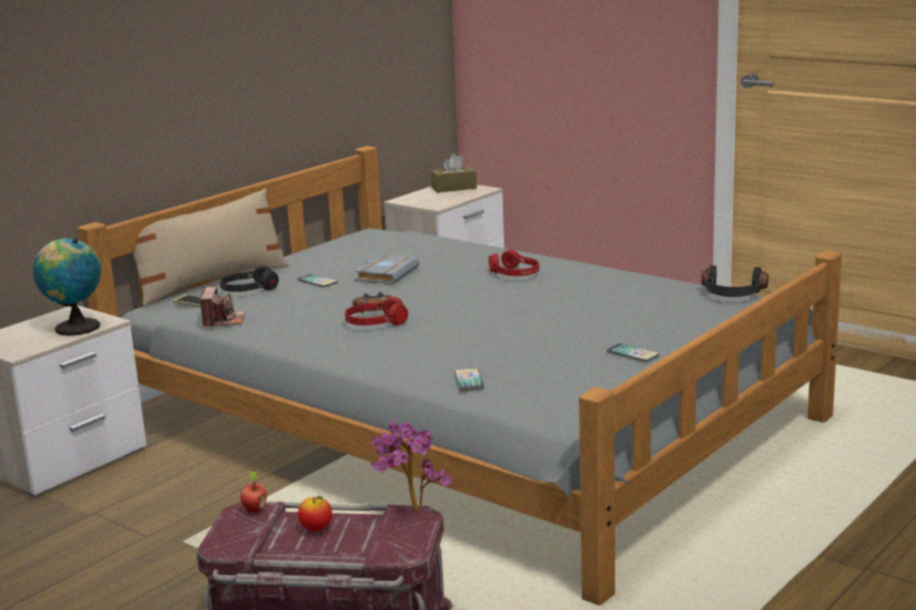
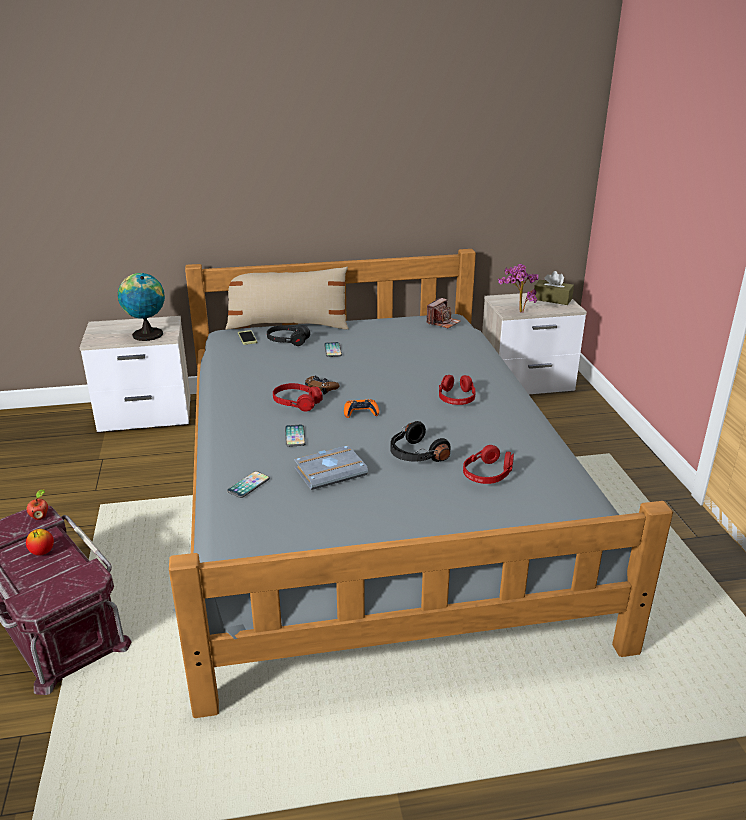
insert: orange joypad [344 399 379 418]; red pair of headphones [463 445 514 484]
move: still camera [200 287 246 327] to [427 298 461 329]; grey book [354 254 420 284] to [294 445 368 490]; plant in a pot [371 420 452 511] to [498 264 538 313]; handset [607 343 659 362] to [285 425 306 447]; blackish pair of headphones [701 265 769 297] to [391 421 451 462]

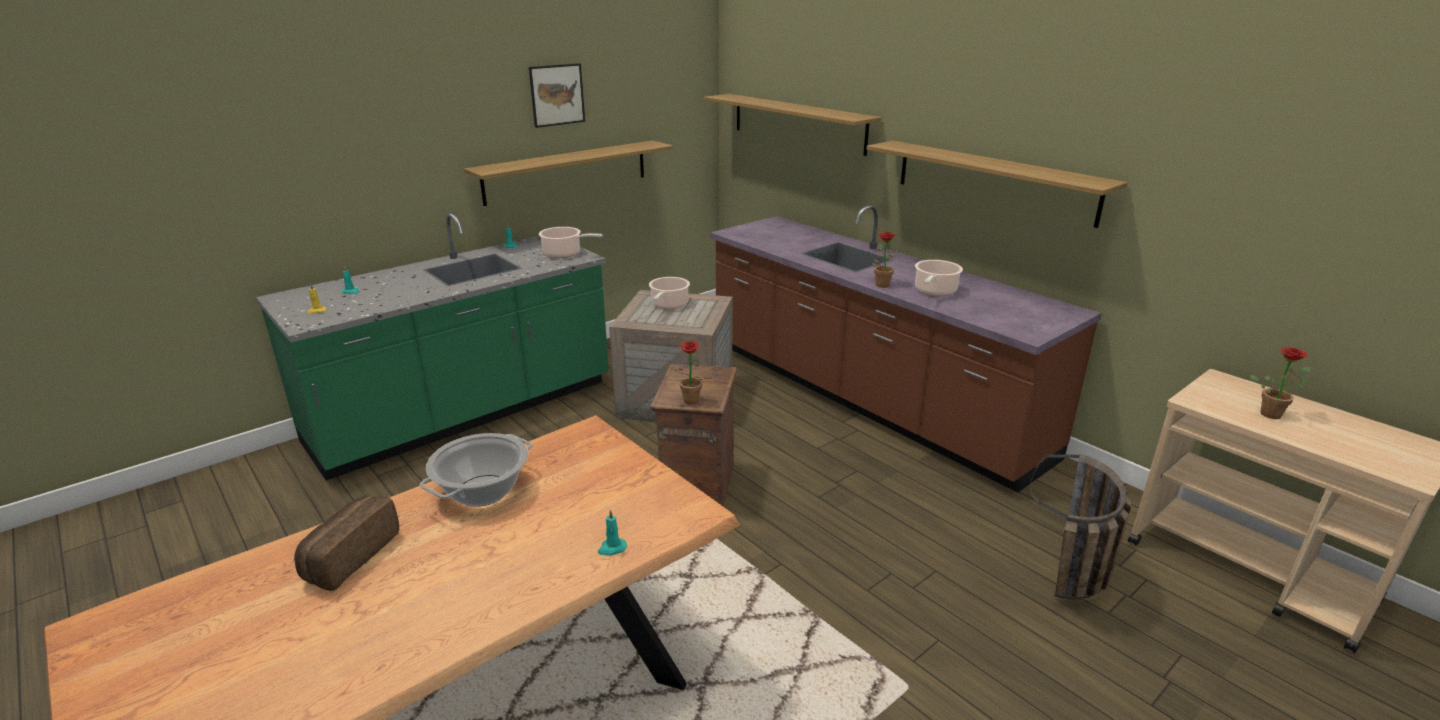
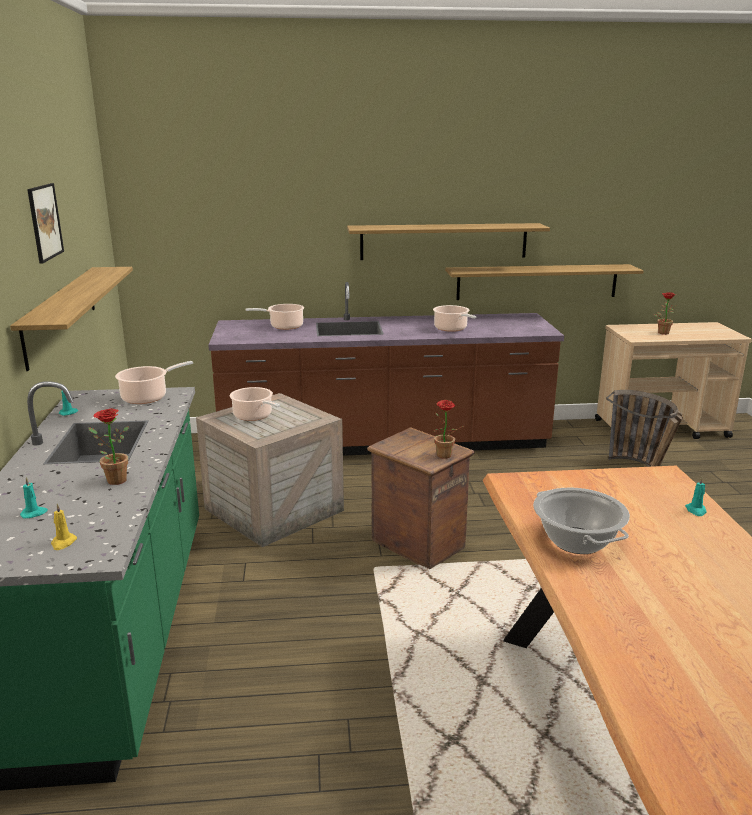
delete: baked bread [294 496 399 591]
insert: saucepot [245 304 304 330]
move: shelf [704 94 882 156] to [445 264 644 300]; plant in a pot [872 232 899 288] to [88 408 129 485]

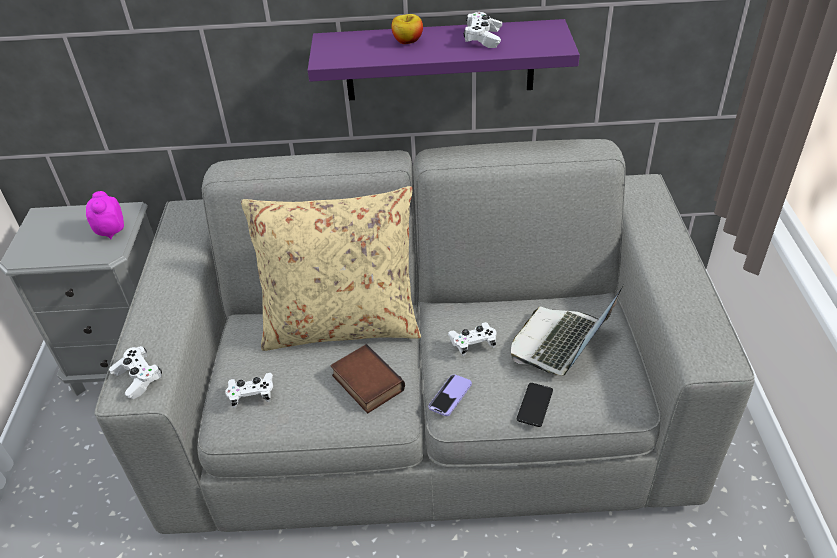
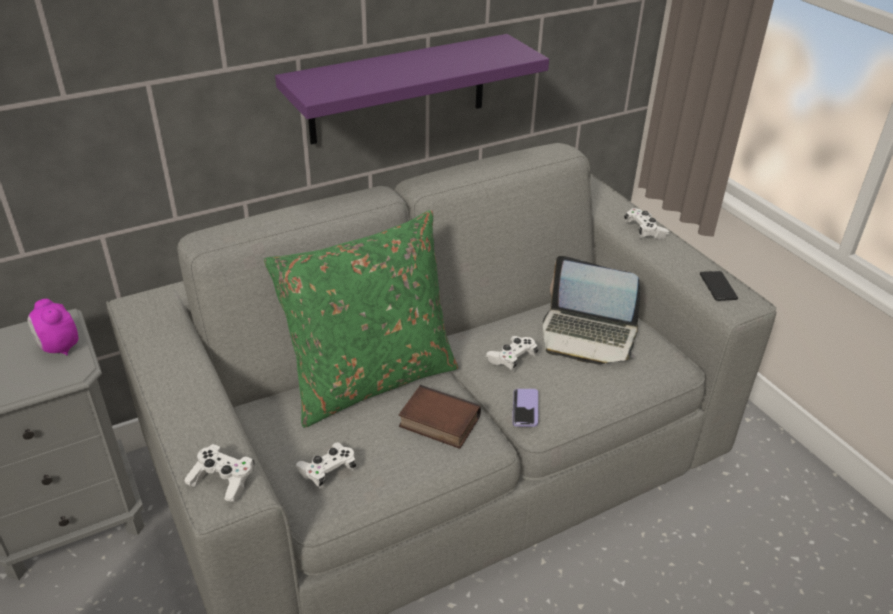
delete: whole apple [391 14 423 44]
move: white joypad [463 12 502 48] to [624 208 669 239]; handset [517 383 553 427] to [700 271 738 301]
recolor: beige-coloured pillow [241 186 421 351] to greenish pillow [264 210 458 428]
rotate: notebook computer [511 285 624 376] = [543 256 640 364] 75 degrees counterclockwise

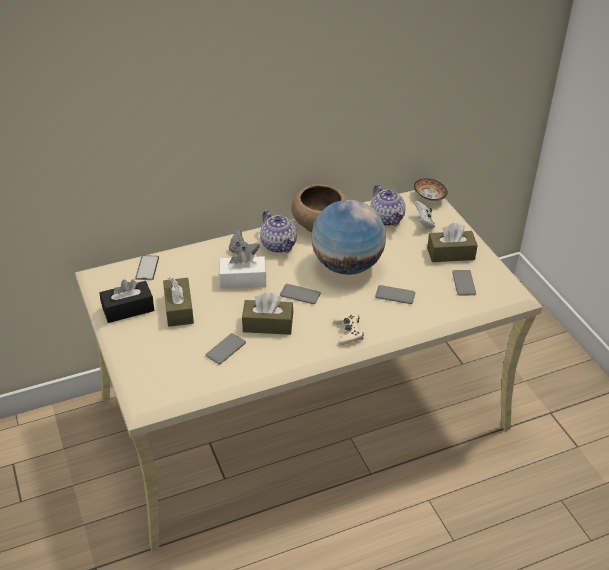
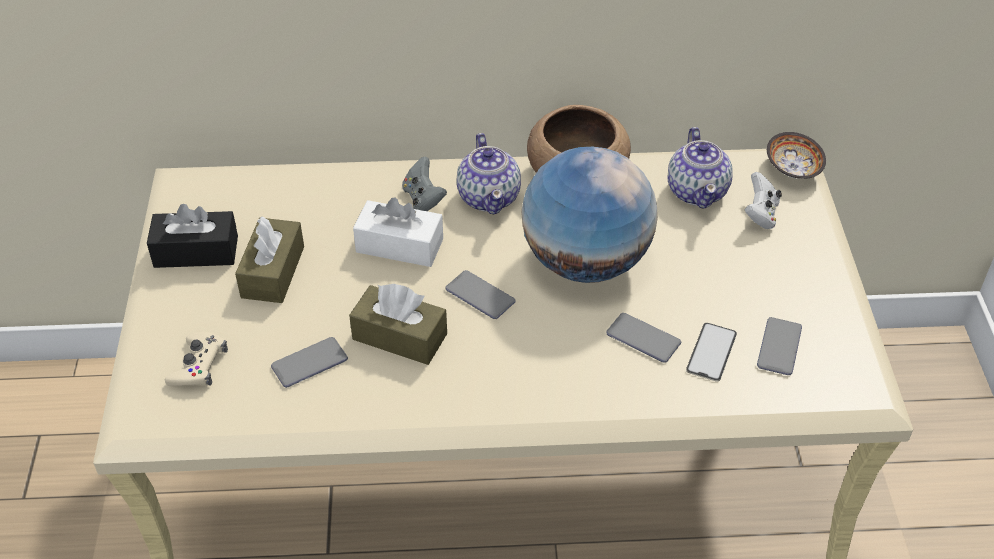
delete: brown tissue holder [427 223 478 262]
move: handset [135 255 159 280] to [686 323 737 381]; beige-coloured joypad [333 314 364 346] to [165 332 228 386]

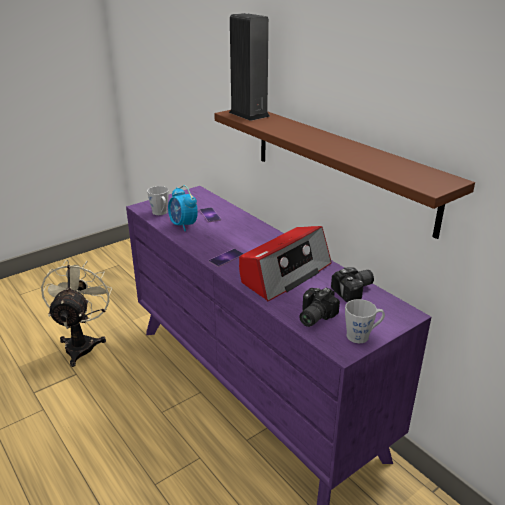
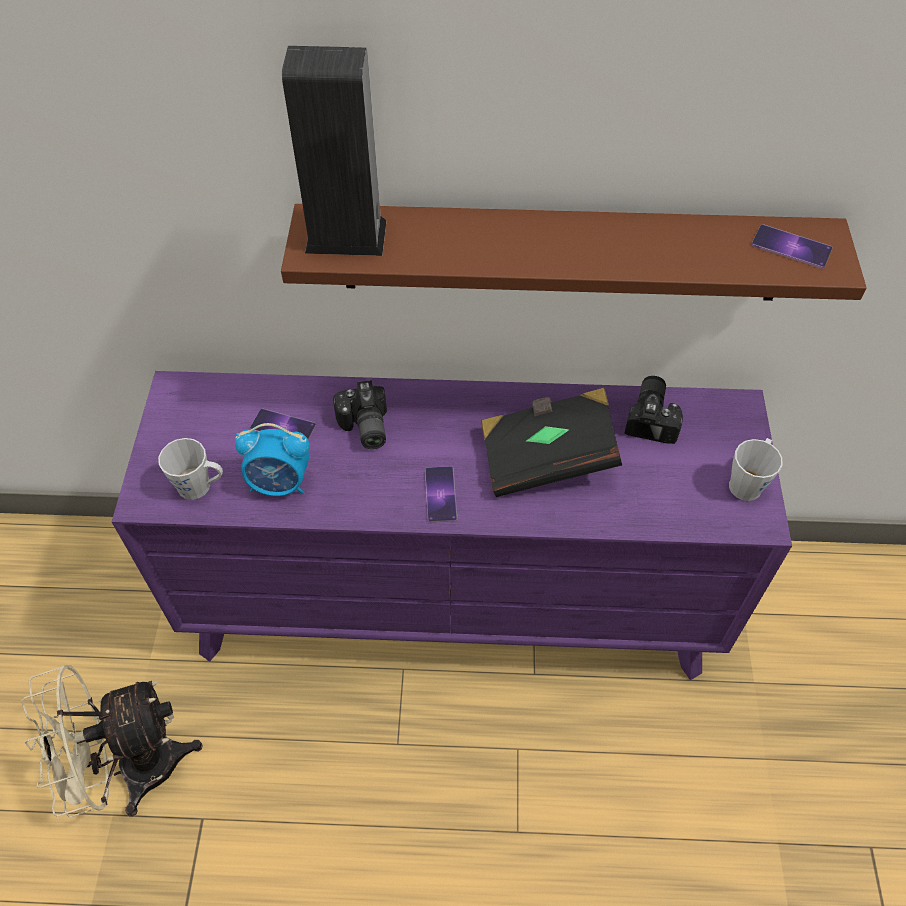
insert: handset [751 224 833 269]
move: still camera [299 287 340 327] to [333 380 387 449]
replace: radio set [239 226 332 301] to blackish book [481 388 622 497]
rotate: beige-coloured cooling fan [41 259 112 367] = [21 665 203 817] 60 degrees counterclockwise

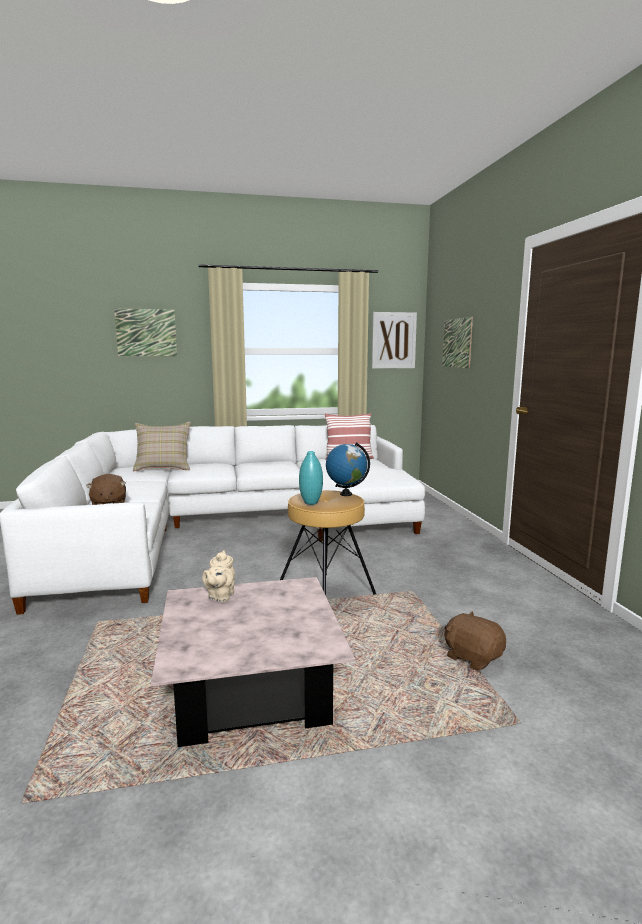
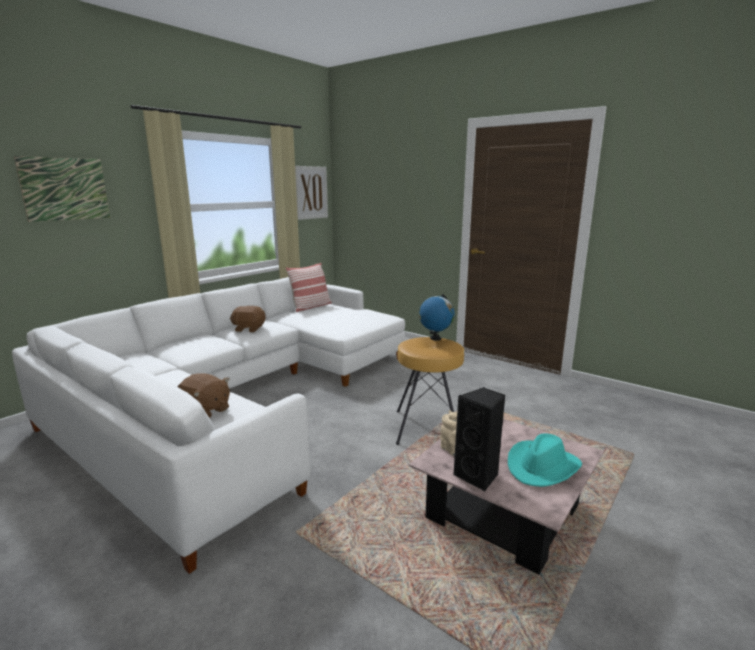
delete: beige-coloured pillow [133 422 191 471]; turquoise-coloured decorative vase [299 451 323 505]; picture [442 317 473 368]
insert: blackish audio speaker [453 387 505 492]; turquoise-coloured wearable hat [508 433 582 487]
move: brown soft toy [444 611 506 671] to [230 306 266 332]

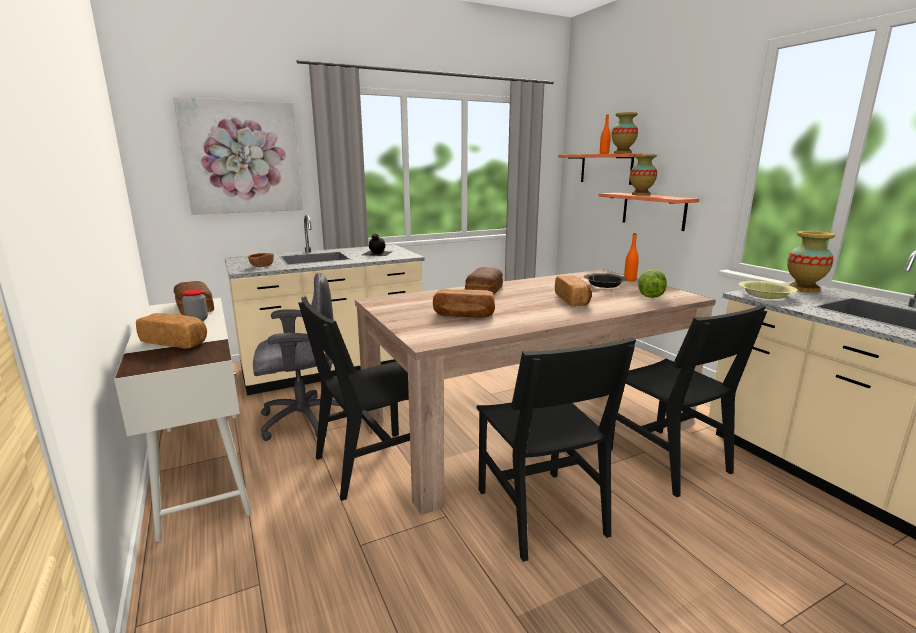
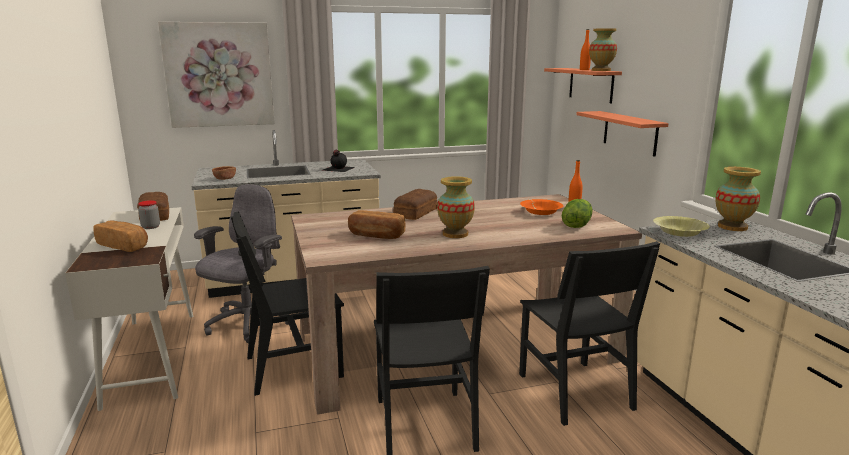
delete: baked bread [555 275 592 306]
move: decorative vase [630 155 657 196] to [437 176 475 238]
recolor: blackish serving bowl [584 273 627 288] to orange serving bowl [520 199 563 215]
rotate: grey computer chair [253 273 345 441] = [194 184 289 343] 60 degrees counterclockwise

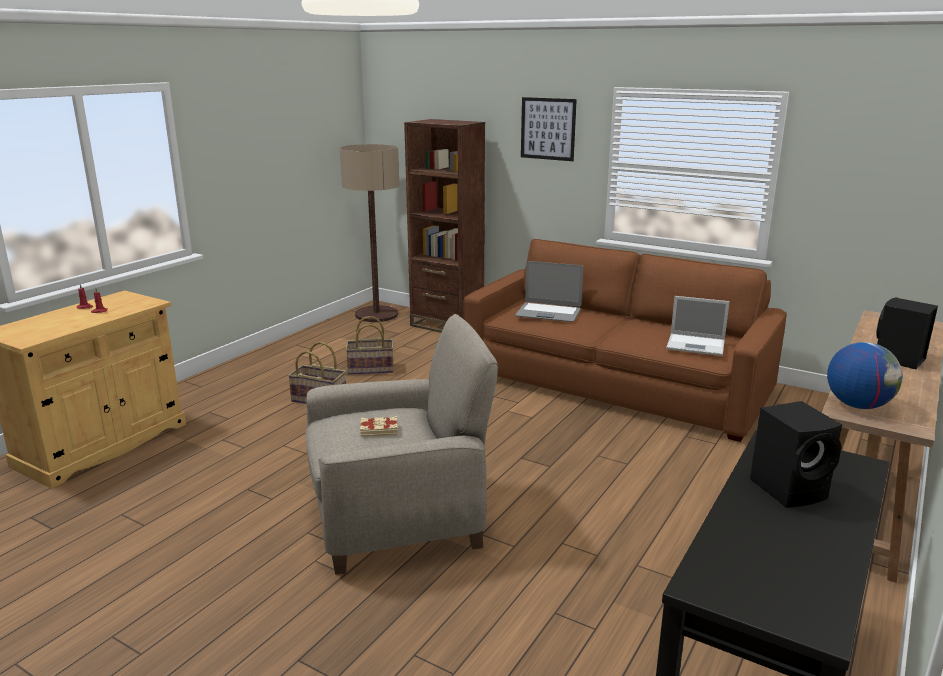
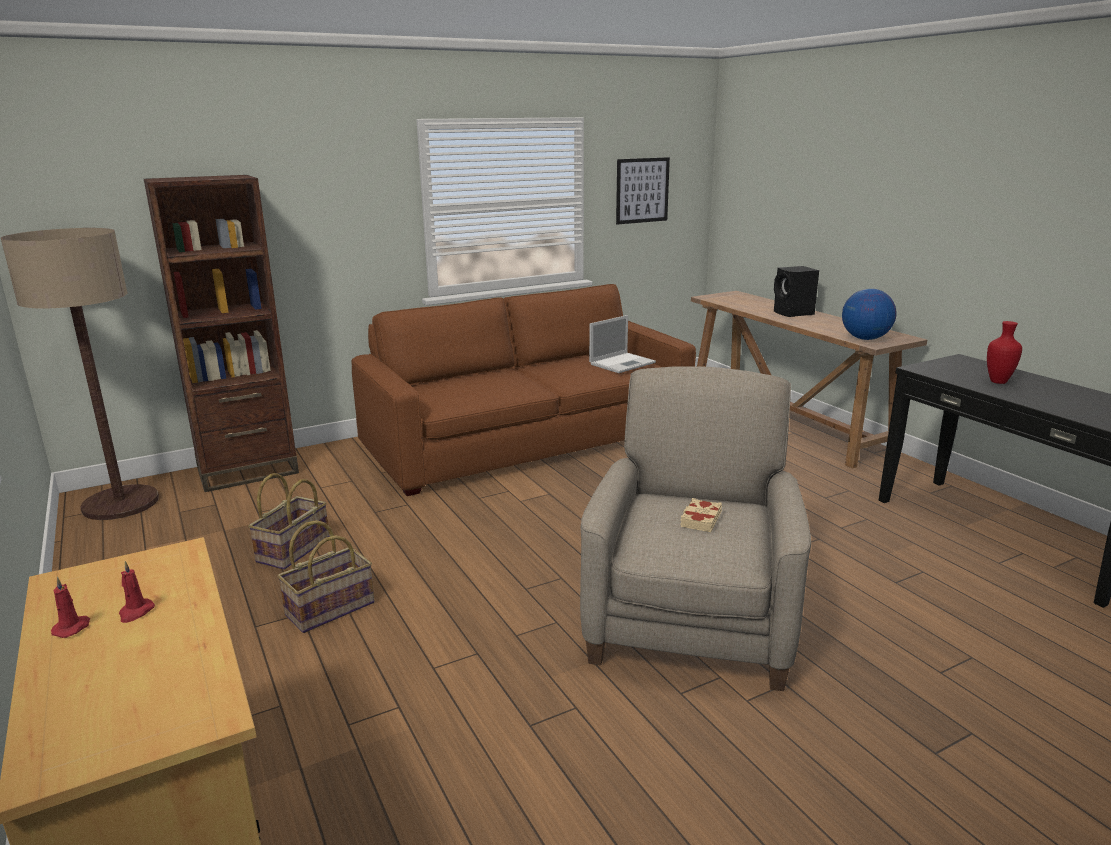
delete: notebook computer [515 261 583 322]
move: picture [521 97 577 161] to [616 157 670 225]
replace: blackish audio speaker [750 401 842 508] to red decorative vase [987 321 1022 384]

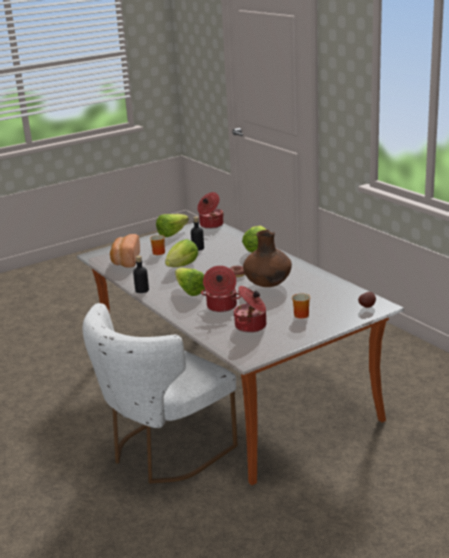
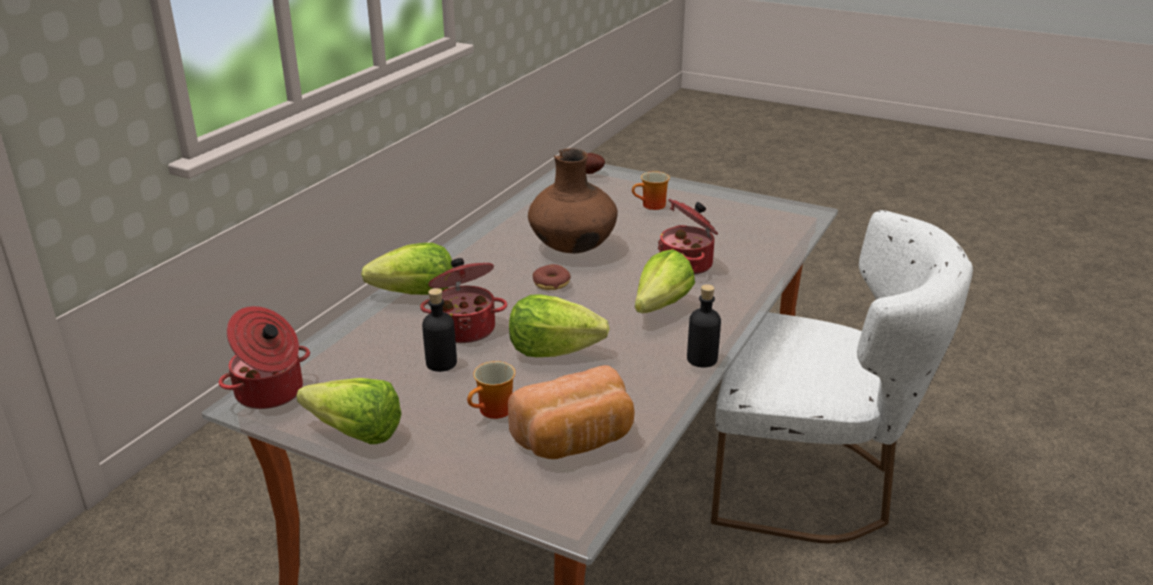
move: saucepot [233 286 266 333] to [420 258 507 343]

